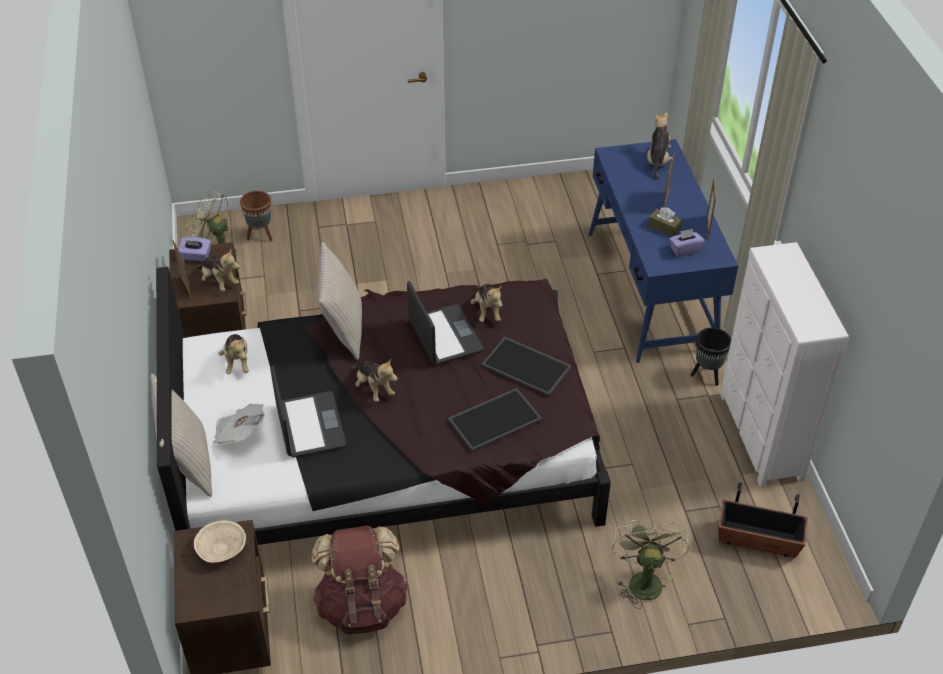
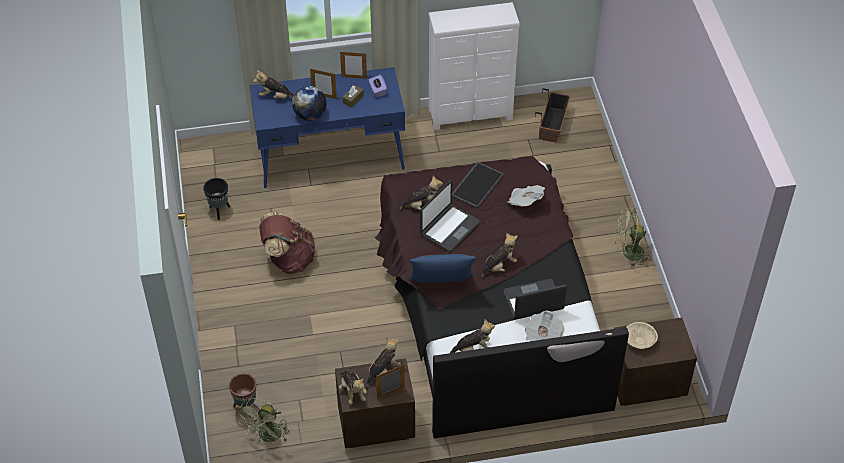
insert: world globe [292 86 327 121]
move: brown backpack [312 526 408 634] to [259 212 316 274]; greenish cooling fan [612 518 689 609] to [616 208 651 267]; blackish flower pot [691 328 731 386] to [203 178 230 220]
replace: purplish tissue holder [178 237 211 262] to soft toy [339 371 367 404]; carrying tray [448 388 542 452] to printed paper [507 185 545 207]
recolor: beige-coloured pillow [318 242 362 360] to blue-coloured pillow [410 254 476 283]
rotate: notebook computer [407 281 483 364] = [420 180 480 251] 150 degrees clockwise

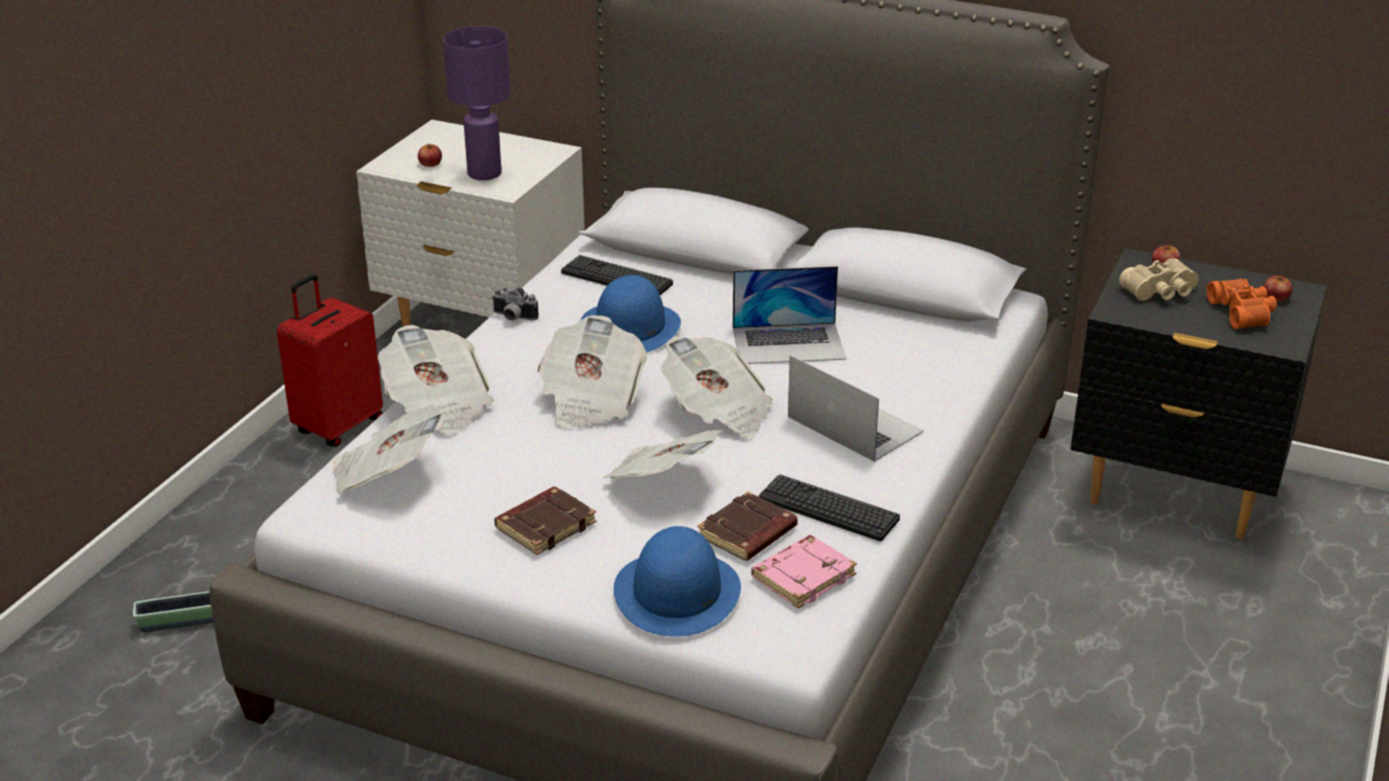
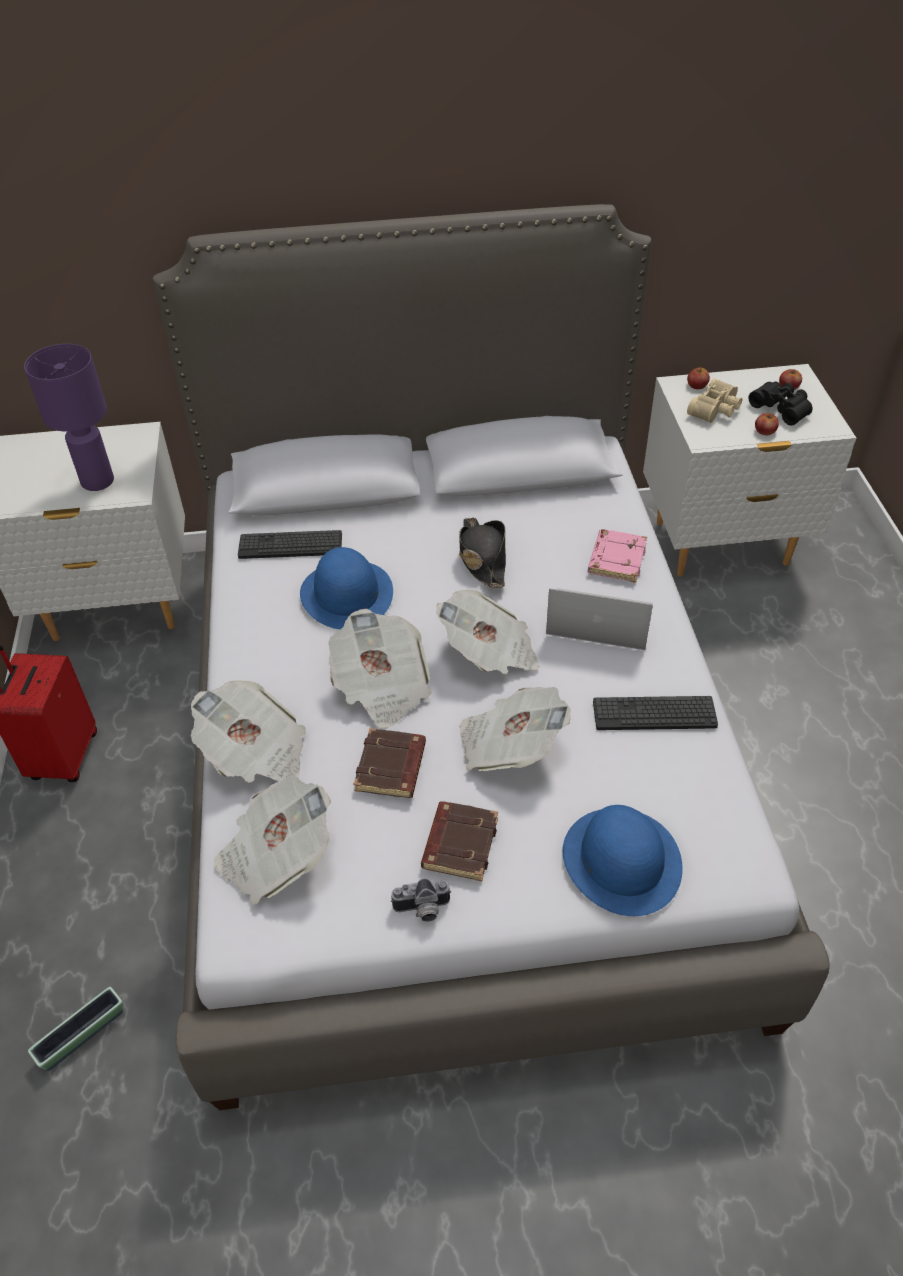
move: whole apple [418 144 442 167] to [755 413 779 435]; still camera [491 288 539 321] to [391 879 451 922]; brown book [697 491 798 561] to [354 728 426 798]; pink book [751 535 857 609] to [588 529 647 583]
replace: notebook computer [733 266 846 364] to blackish wearable hat [459 517 506 588]
recolor: blackish nightstand [1071 248 1327 539] to white nightstand [643 364 856 577]; orange pair of binoculars [1206 279 1277 329] to blackish pair of binoculars [748 381 812 425]

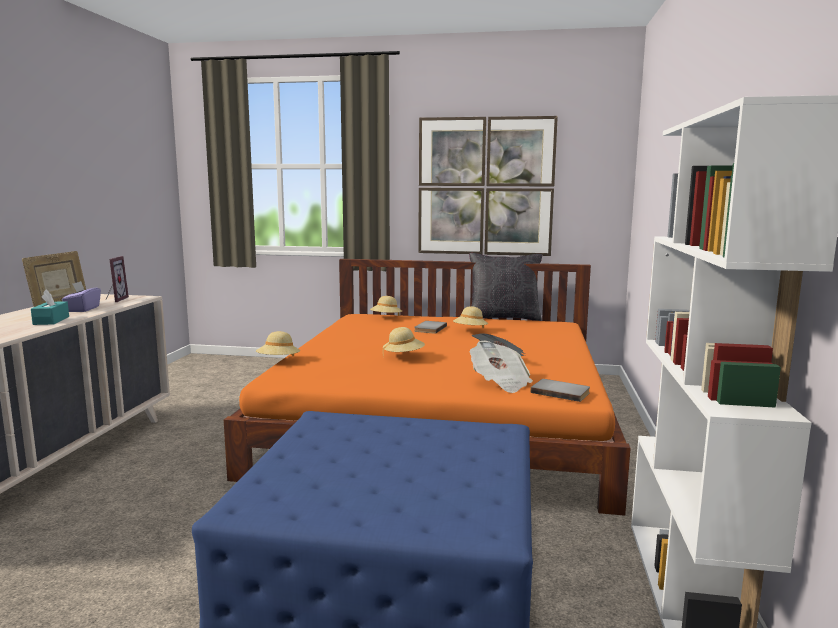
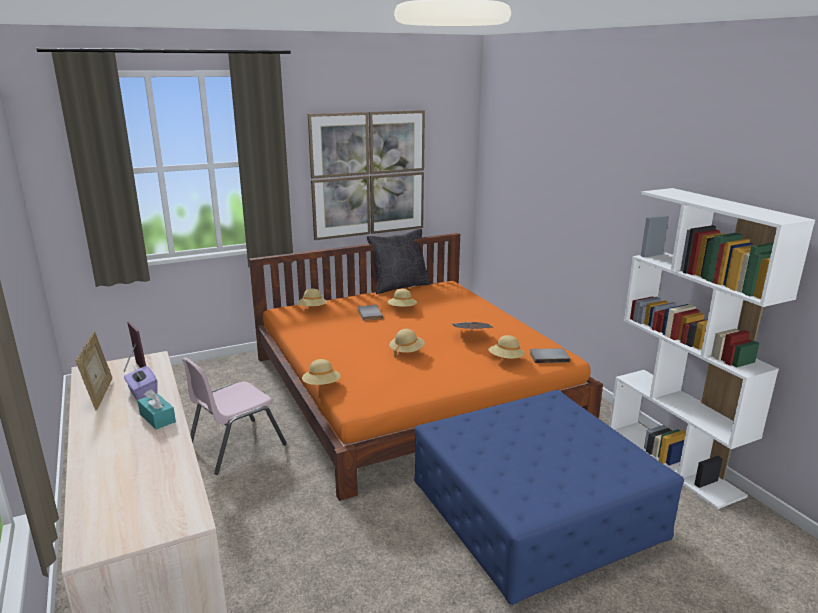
insert: pink chair [182 357 287 475]
replace: printed paper [469 341 533 393] to beige-coloured wearable hat [488 335 525 359]

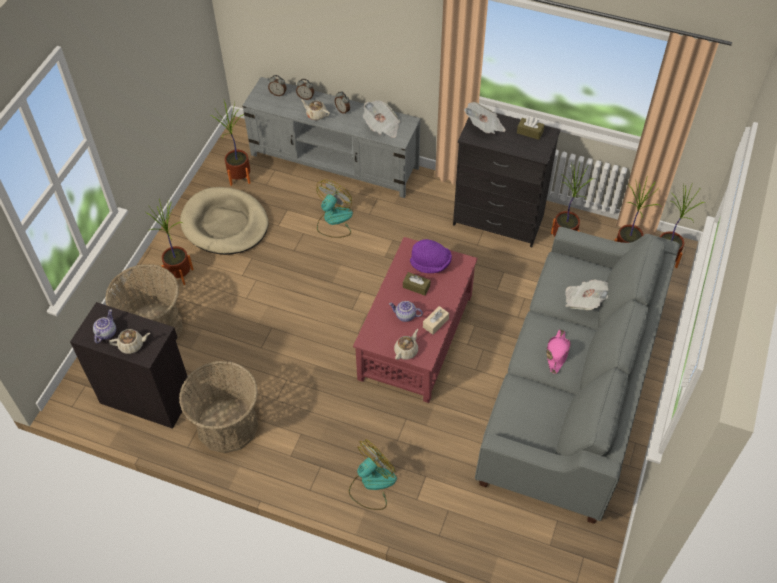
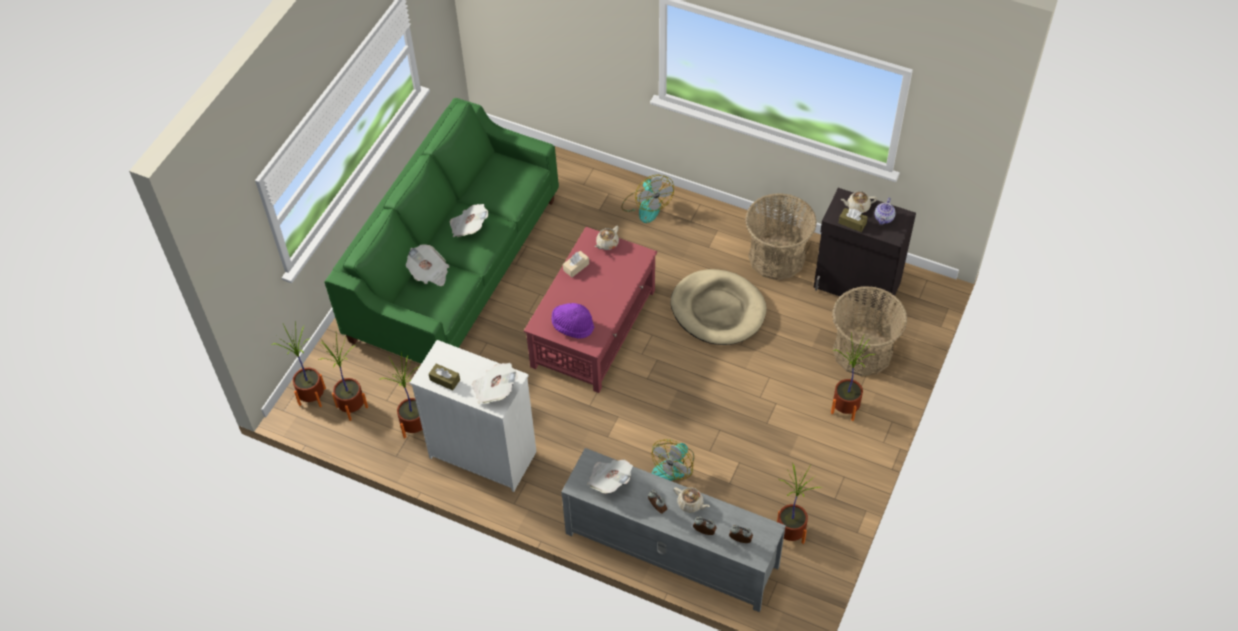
delete: teapot [389 301 423 322]
move: beige-coloured dog cushion [180 187 269 255] to [671 269 767 345]; brown tissue holder [403 272 431 296] to [839 208 868 232]
replace: pink wearable hat [546 330 571 374] to printed paper [450 204 488 237]
recolor: blackish chest of drawers [453 113 560 247] to white chest of drawers [410 340 537 492]; grey sofa [475 227 680 524] to greenish sofa [324 98 559 364]
rotate: cooling fan [349 439 397 510] = [621 175 674 223] 75 degrees counterclockwise

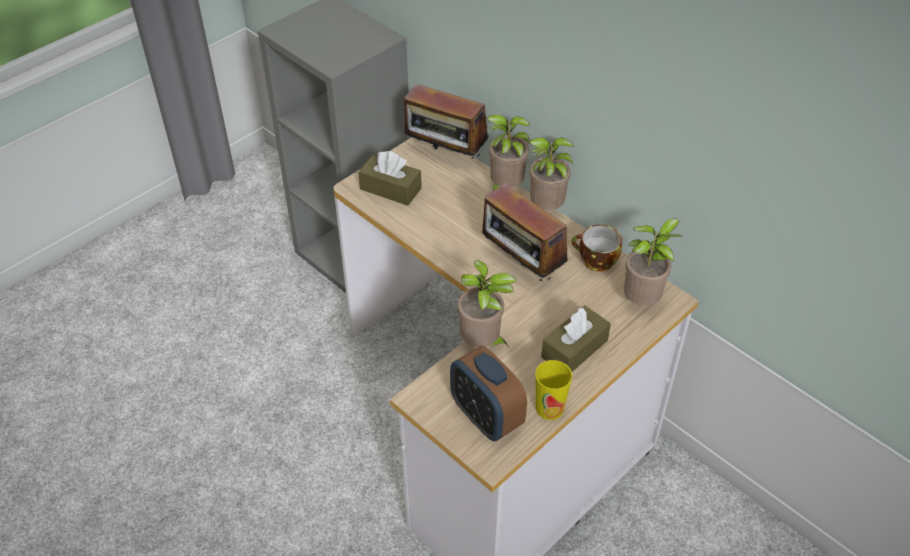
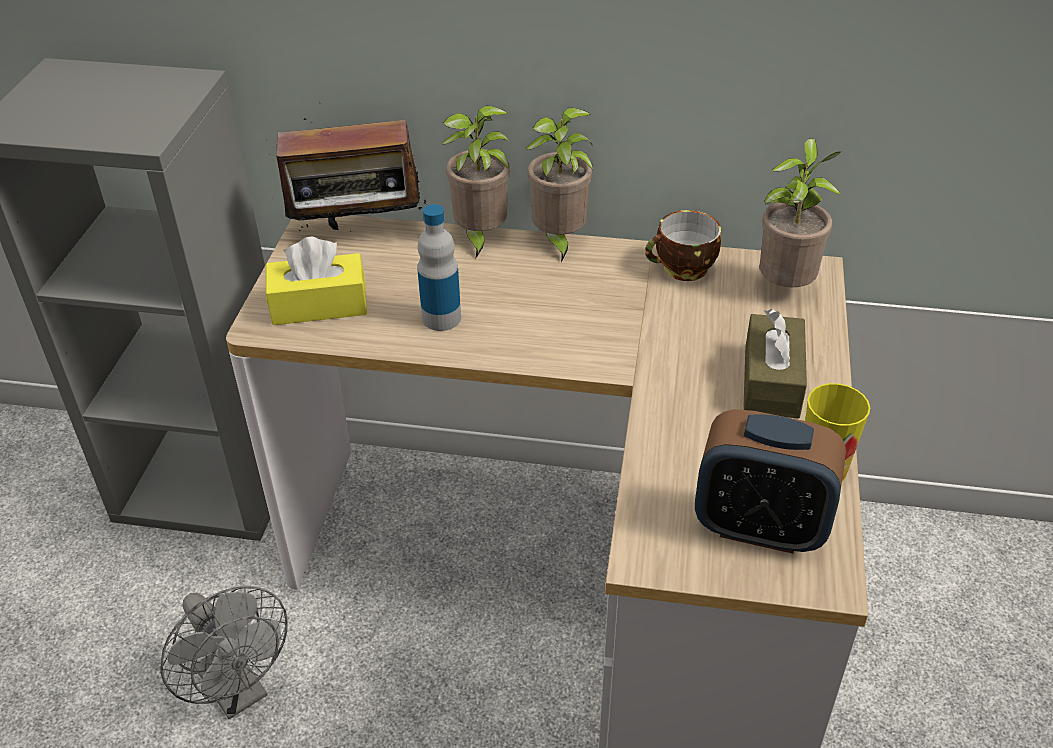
delete: plant in a pot [457 260 516 347]; radio set [482 183 568 281]
insert: grey cooling fan [160 586 288 719]; drink bottle [417 204 461 331]
recolor: brown tissue holder [358 151 422 206] to yellowish tissue holder [266 237 367 325]

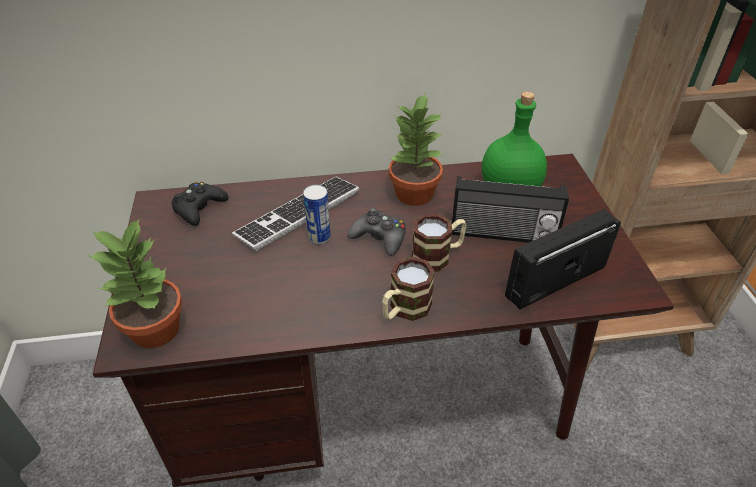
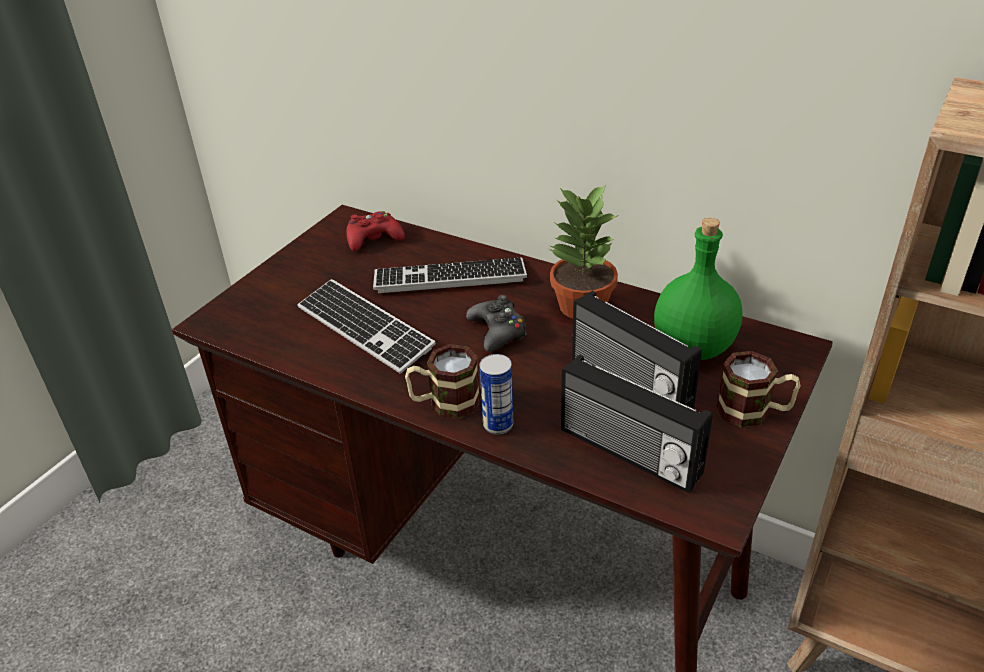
delete: plant in a pot [87 219 183 348]
insert: keyboard [297 279 436 374]
move: can [303 185 331 245] to [480 354 513 435]; coffee mug [412 214 467 272] to [716 351 801 428]
recolor: blackish joypad [172 182 229 226] to red joypad [346 211 405 251]
rotate: radio set [505 209 621 310] = [561 355 713 493] 150 degrees counterclockwise

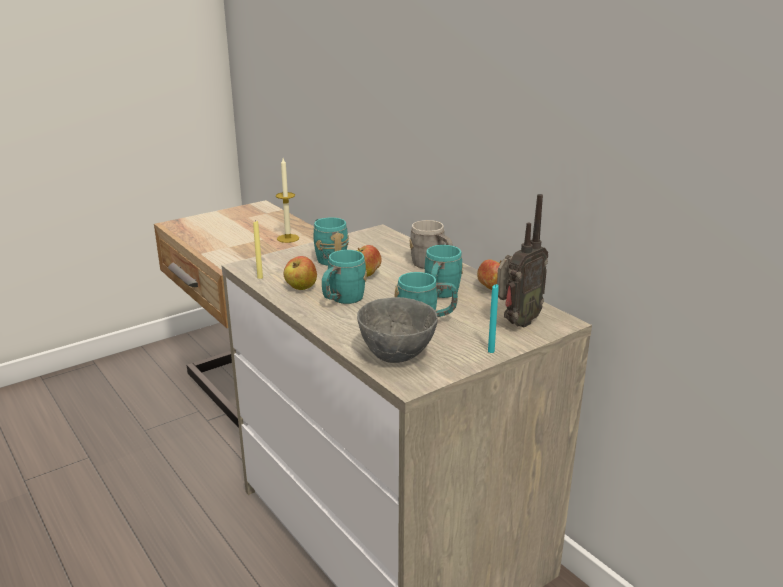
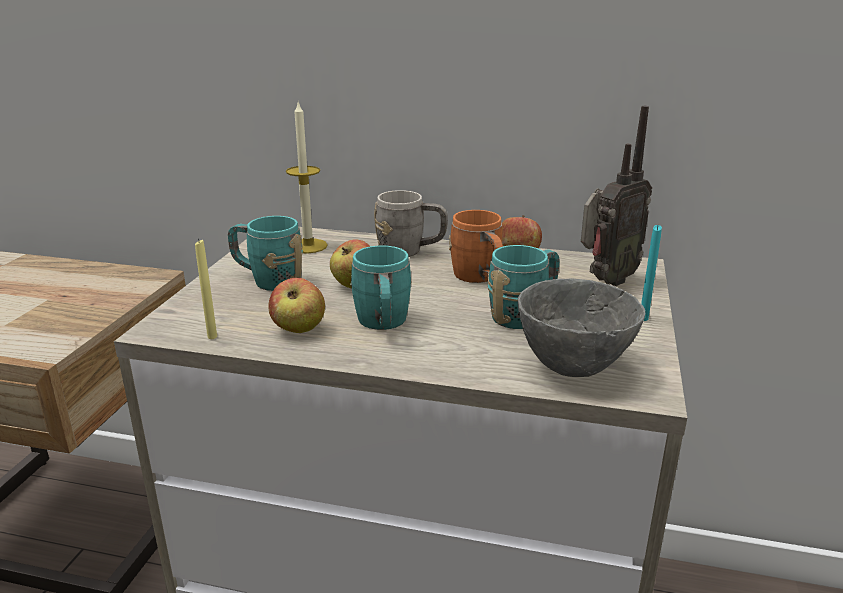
move: wax light [276 158 299 243] to [286 103 328 253]
recolor: turquoise-coloured coffee mug [425 245 463 298] to orange coffee mug [449 210 503 283]
rotate: radio set [497 194 548 328] = [581 106 652 286] 45 degrees clockwise

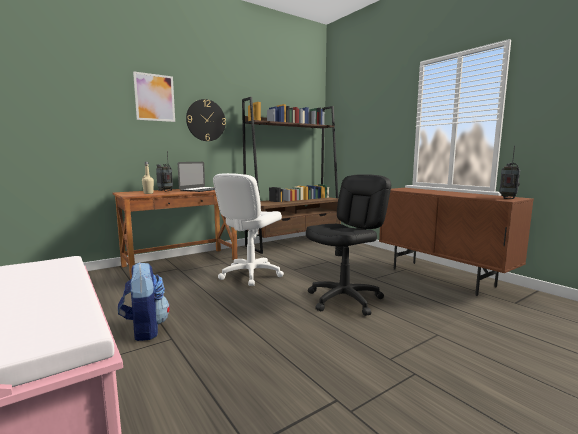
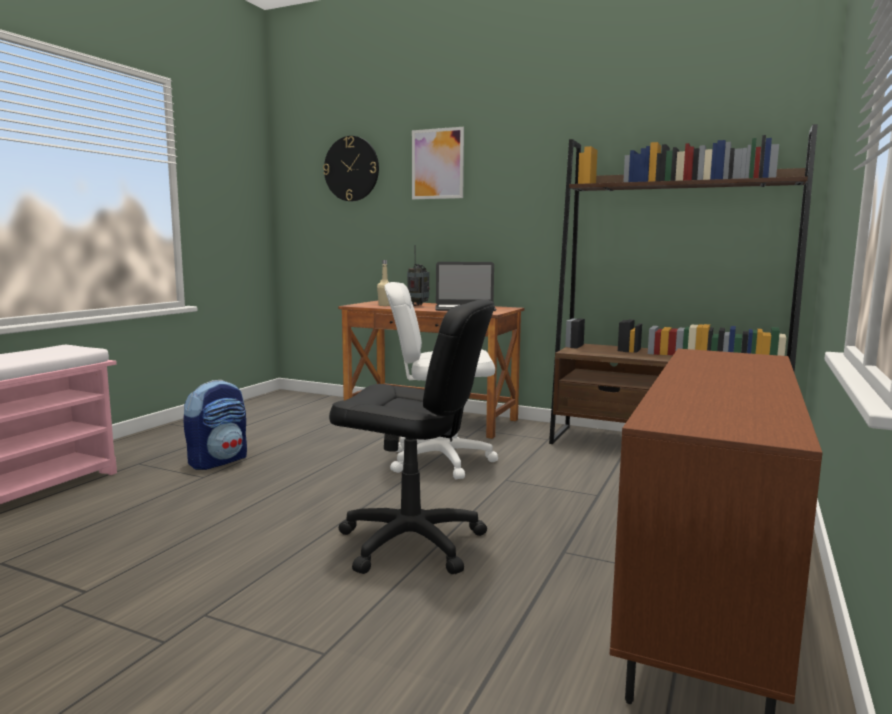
delete: radio set [499 146 520 199]
move: hanging clock [186 99 226 141] to [323 136 379 201]

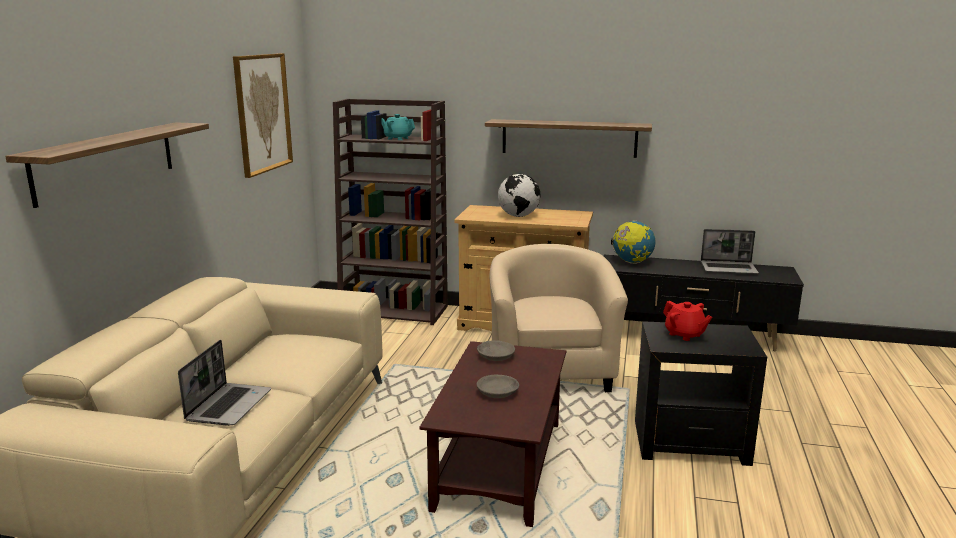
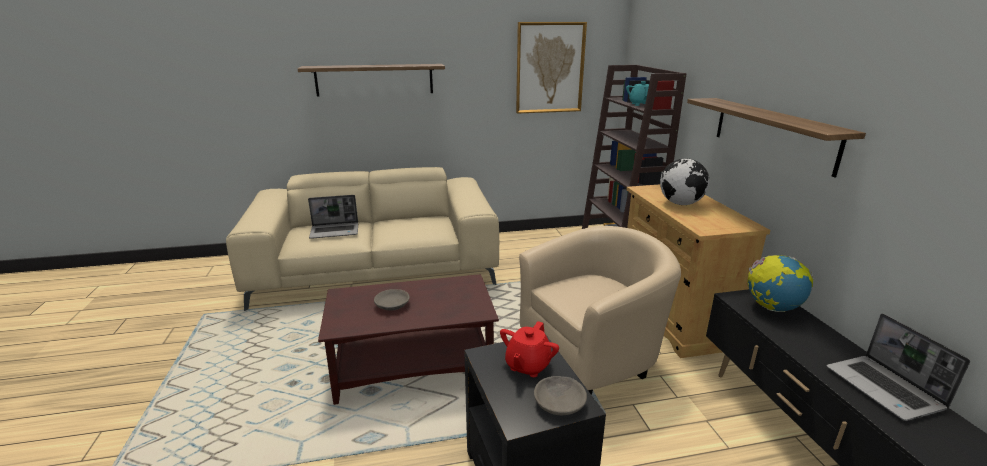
move: grey serving bowl [477 341 515 361] to [534 376 587 415]

